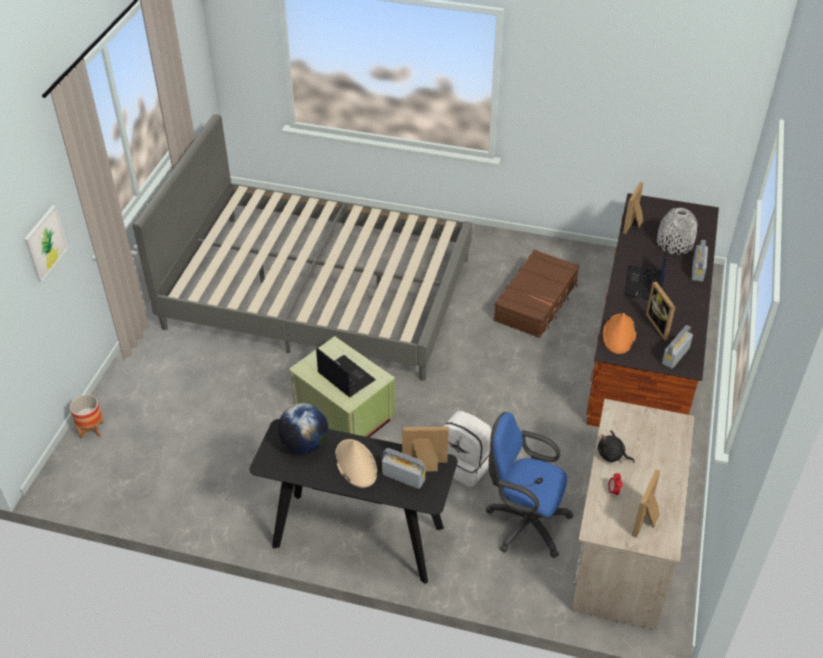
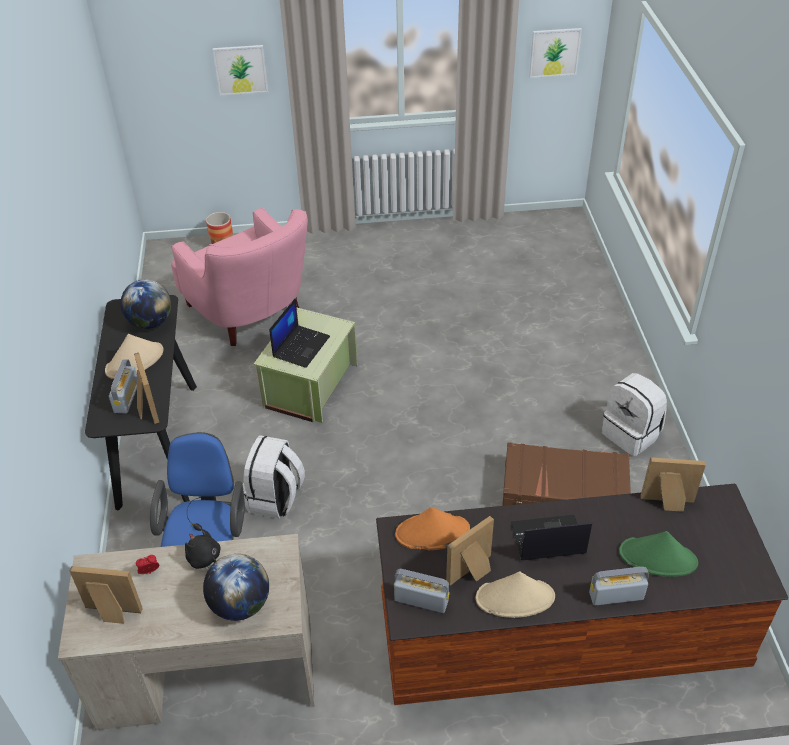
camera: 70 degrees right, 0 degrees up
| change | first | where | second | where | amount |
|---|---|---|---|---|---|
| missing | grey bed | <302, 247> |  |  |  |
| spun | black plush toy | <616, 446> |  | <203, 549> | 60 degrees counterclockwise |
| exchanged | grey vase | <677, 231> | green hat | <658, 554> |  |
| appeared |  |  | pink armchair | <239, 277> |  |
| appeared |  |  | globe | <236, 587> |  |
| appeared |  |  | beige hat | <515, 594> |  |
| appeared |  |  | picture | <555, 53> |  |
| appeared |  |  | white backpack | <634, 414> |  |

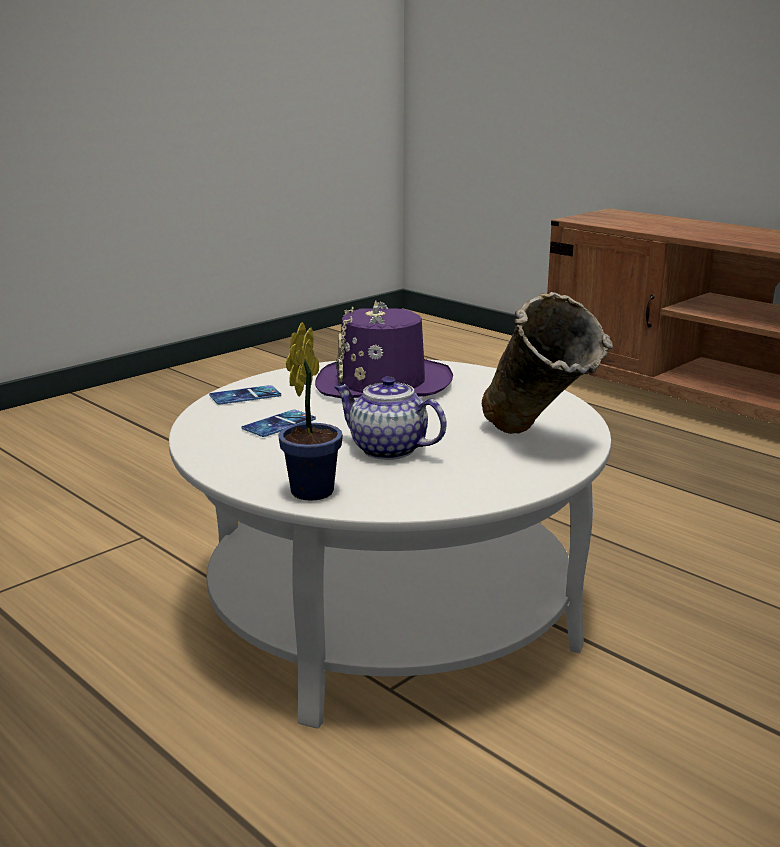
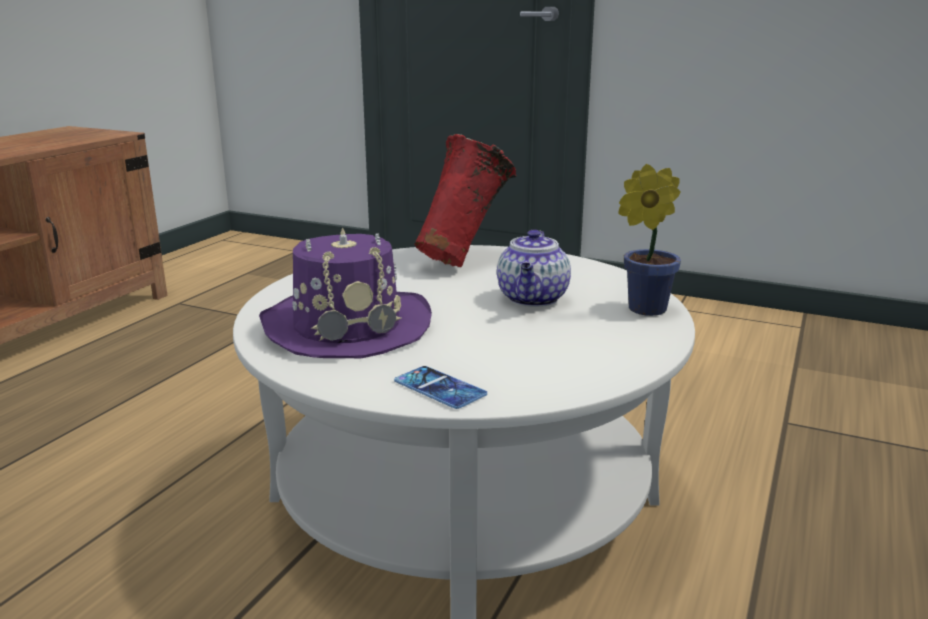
camera: 110 degrees left, 0 degrees up
| change | first | where | second | where | amount |
|---|---|---|---|---|---|
| missing | phone | <279, 423> |  |  |  |
| colour | beige vase | <547, 363> | red vase | <466, 200> |  |

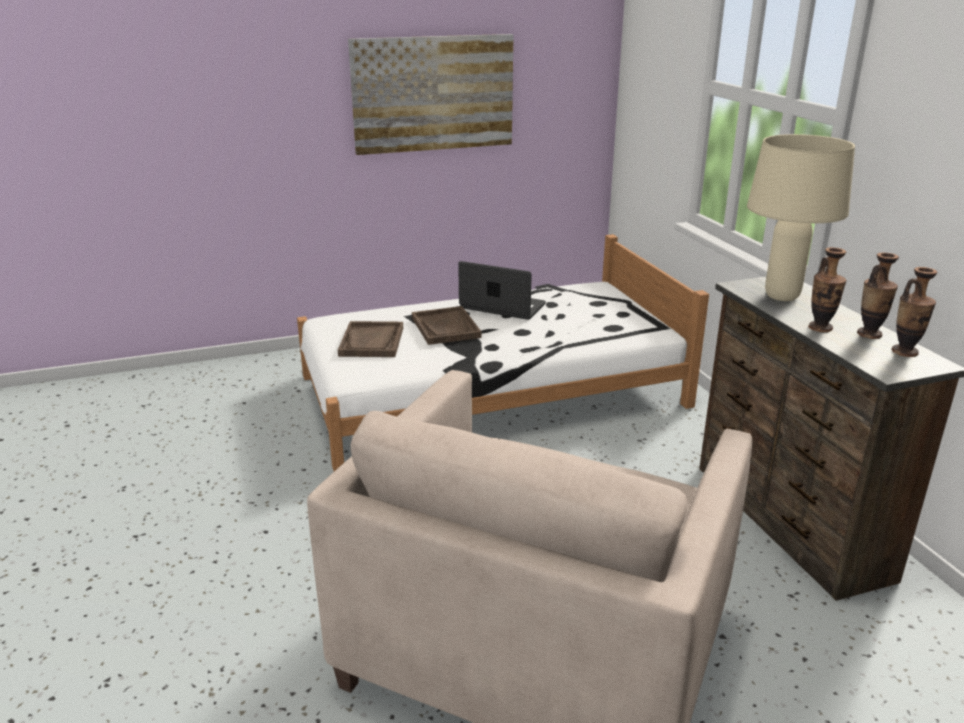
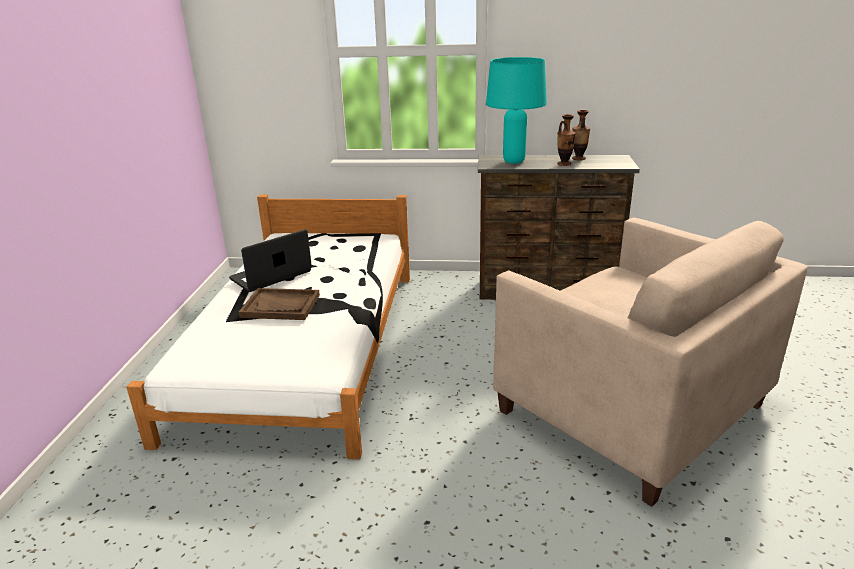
camera: 65 degrees left, 0 degrees up
| change | first | where | second | where | amount |
|---|---|---|---|---|---|
| missing | brown tray | <370, 339> |  |  |  |
| missing | picture | <431, 94> |  |  |  |
| colour | beige table lamp | <801, 217> | turquoise table lamp | <516, 110> |  |
| missing | vase | <914, 312> |  |  |  |

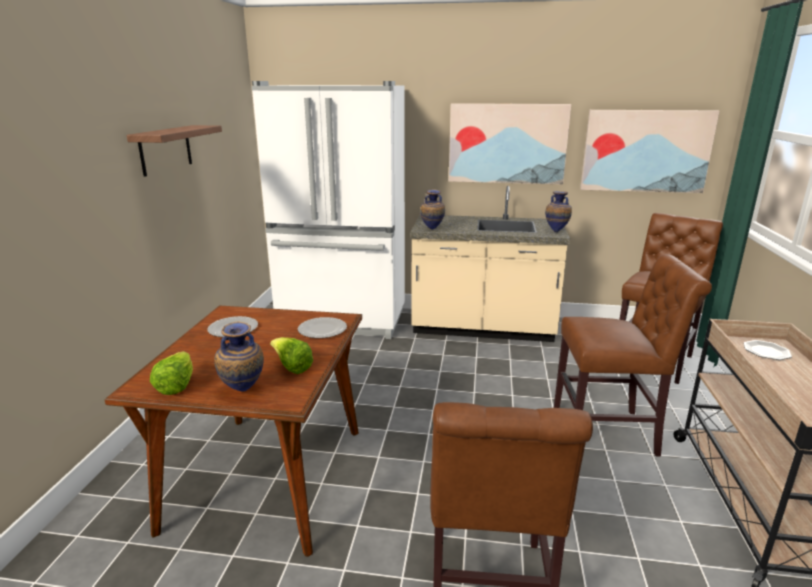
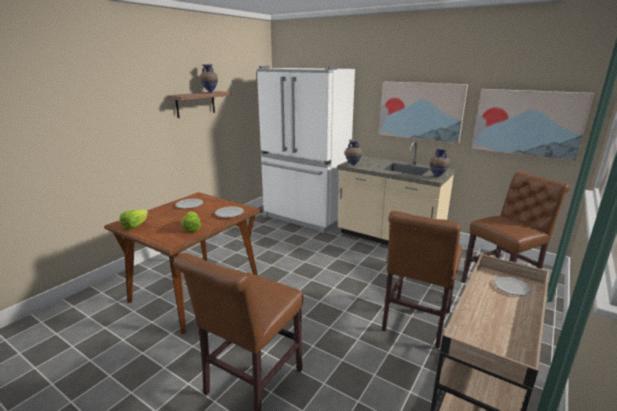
camera: 25 degrees right, 0 degrees up
| change | first | where | second | where | amount |
|---|---|---|---|---|---|
| relocated | vase | <239, 356> |  | <209, 78> |  |
| spun | brown chair | <633, 355> |  | <422, 280> | 90 degrees clockwise |

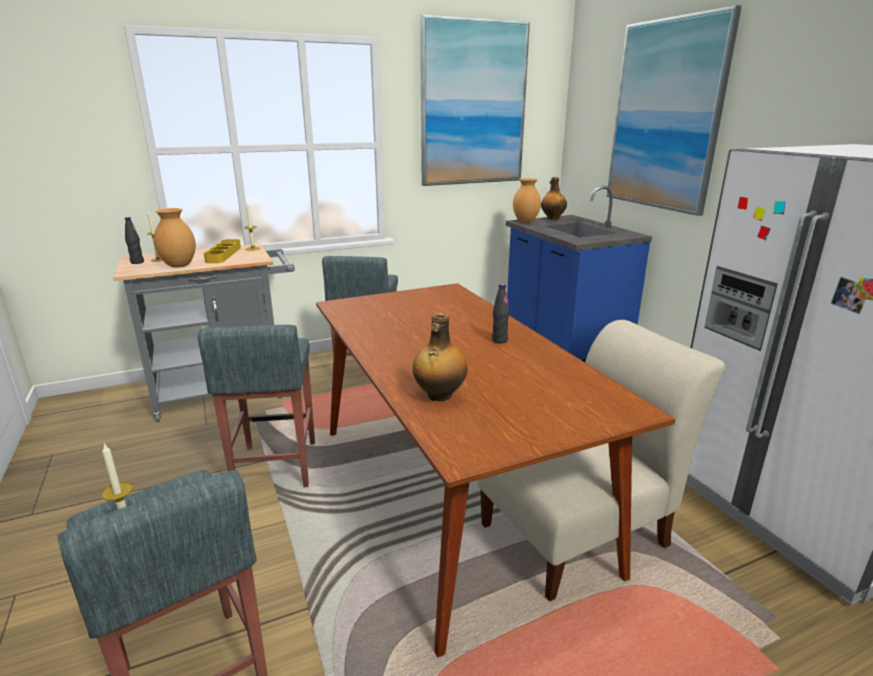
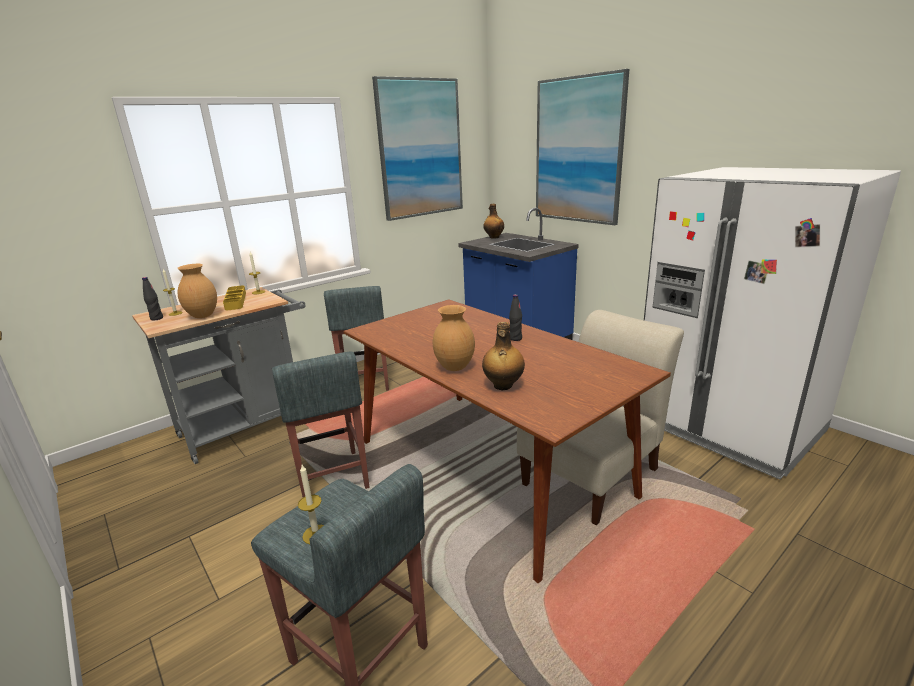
camera: 15 degrees left, 0 degrees up
| change | first | where | second | where | amount |
|---|---|---|---|---|---|
| relocated | brown vase | <527, 200> |  | <454, 338> |  |

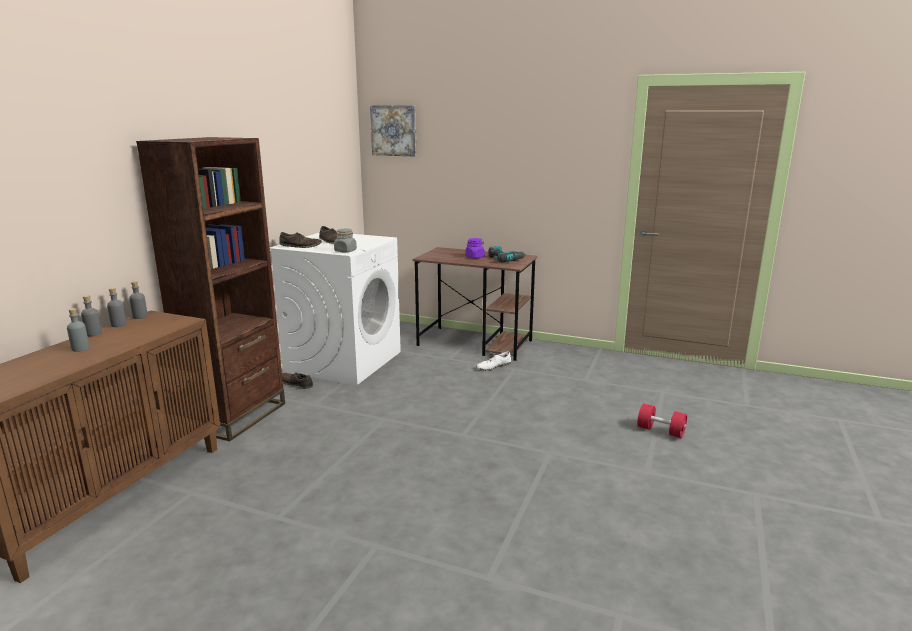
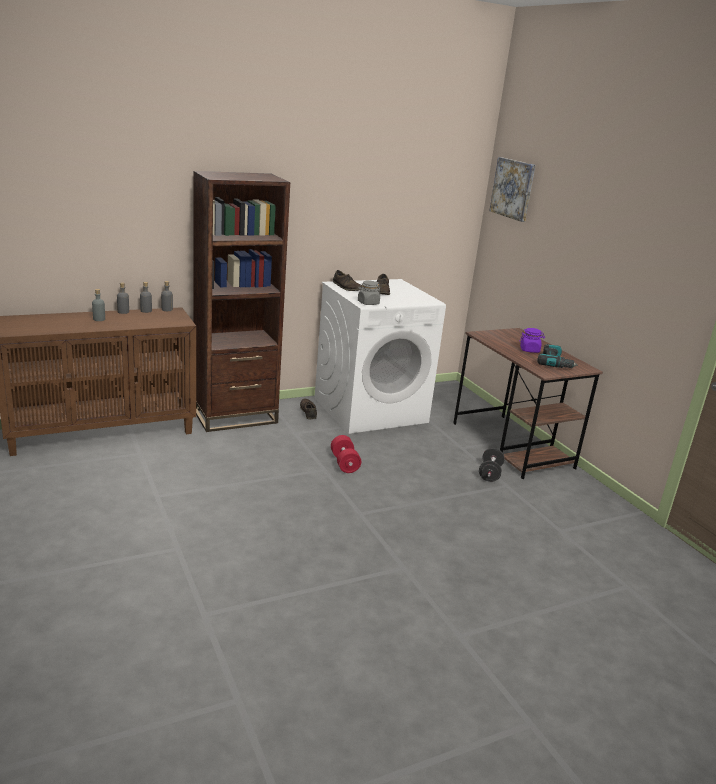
camera: 40 degrees right, 5 degrees up
| change | first | where | second | where | amount |
|---|---|---|---|---|---|
| exchanged | white shoe | <493, 361> | black dumbbell | <492, 465> |  |
| relocated | red dumbbell | <662, 421> |  | <346, 454> |  |

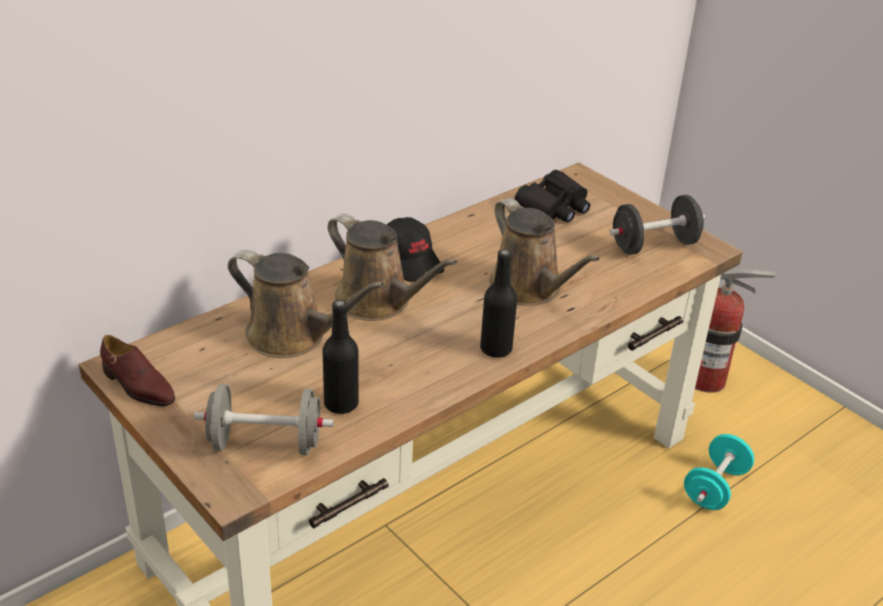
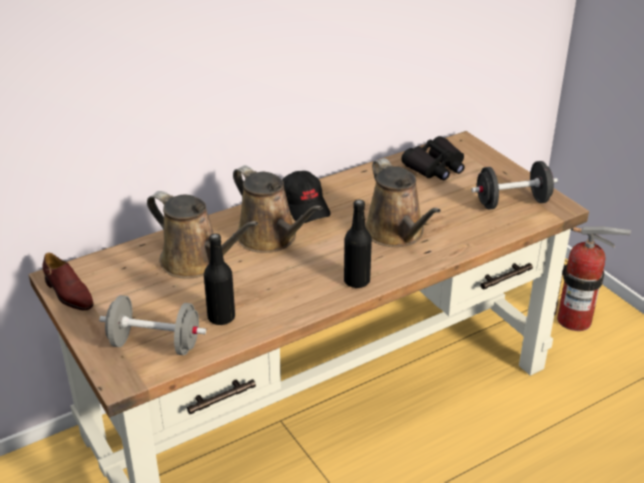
camera: 10 degrees right, 0 degrees up
| change | first | where | second | where | amount |
|---|---|---|---|---|---|
| missing | turquoise dumbbell | <719, 472> |  |  |  |

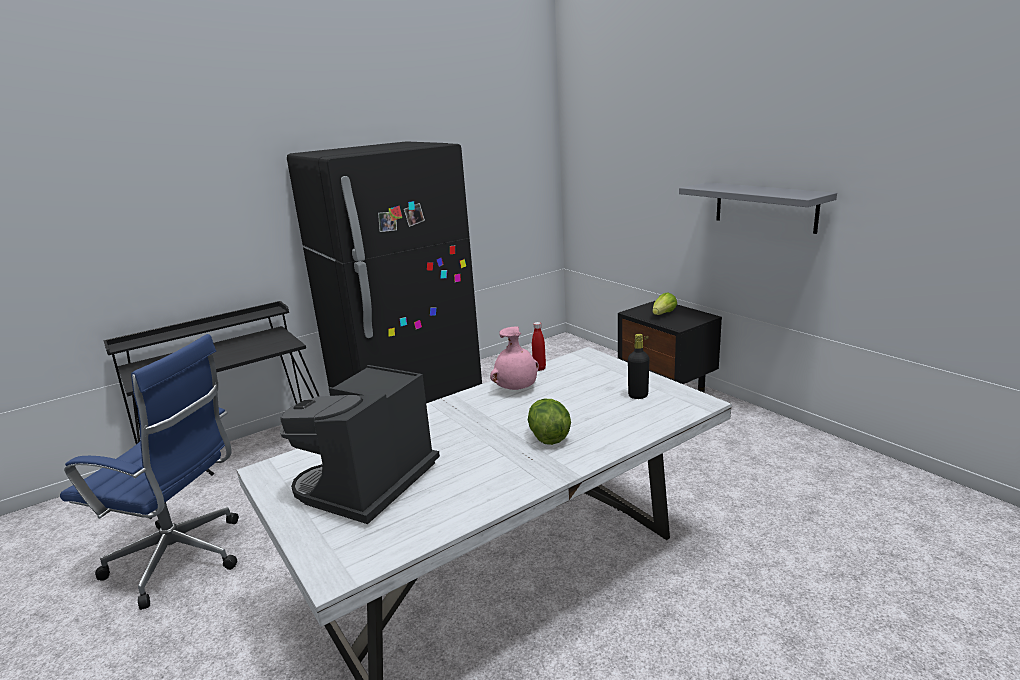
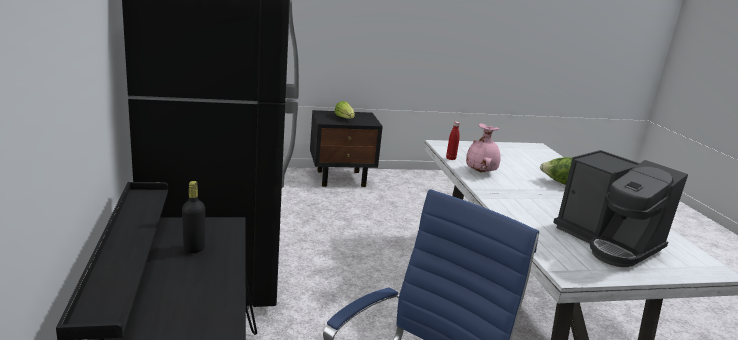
camera: 70 degrees left, 0 degrees up
| change | first | where | second | where | amount |
|---|---|---|---|---|---|
| relocated | black bottle | <639, 366> |  | <193, 217> |  |
| missing | grey shelf | <758, 208> |  |  |  |

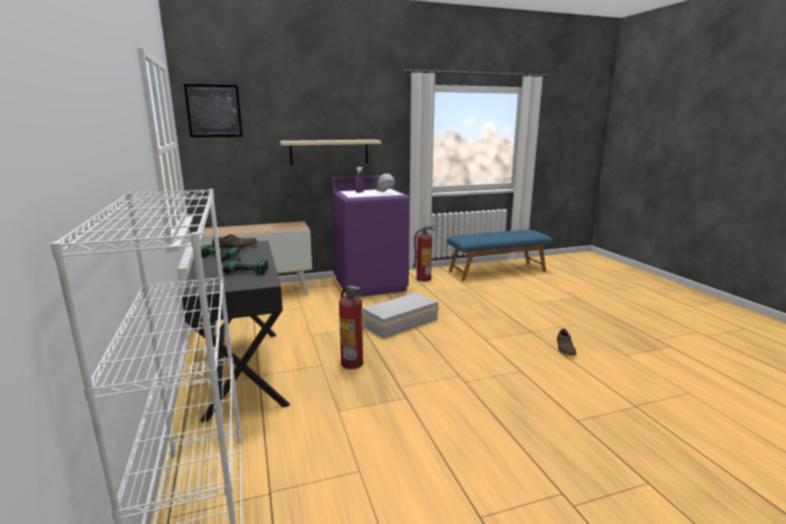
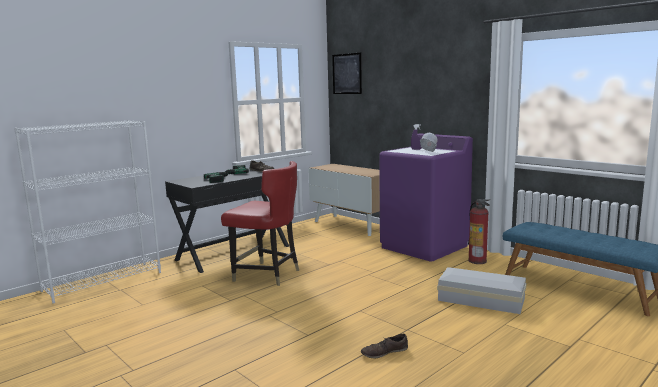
camera: 65 degrees right, 5 degrees down
| change | first | where | second | where | amount |
|---|---|---|---|---|---|
| missing | beige shelf | <330, 153> |  |  |  |
| exchanged | fire extinguisher | <351, 327> | red chair | <260, 223> |  |
| relocated | white storage box | <400, 315> |  | <482, 290> |  |

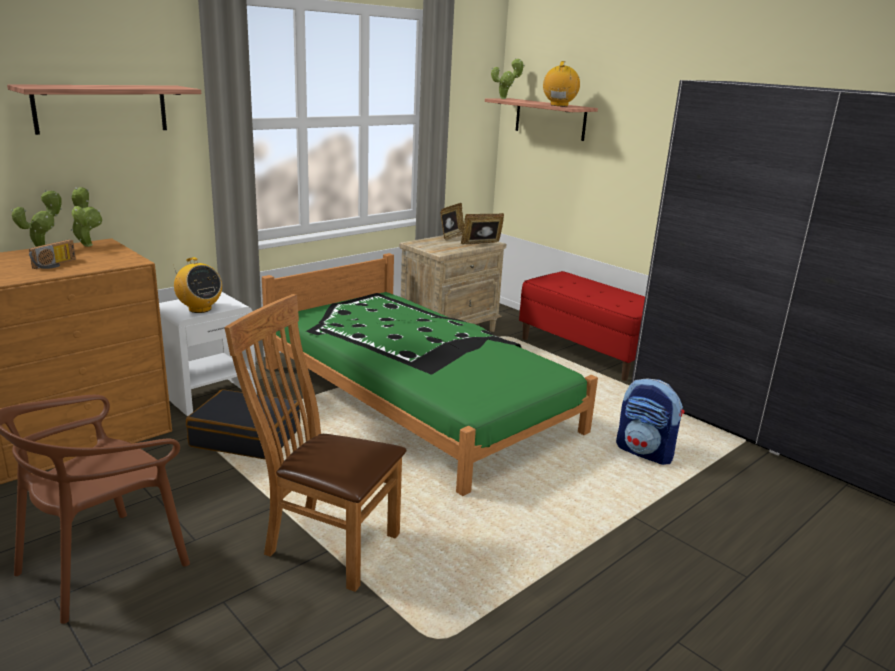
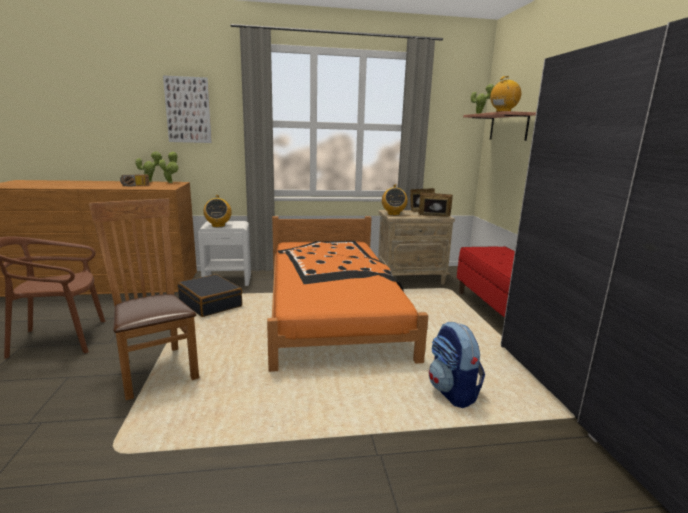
camera: 35 degrees right, 5 degrees down
| change | first | where | second | where | amount |
|---|---|---|---|---|---|
| exchanged | shelf | <104, 109> | picture | <187, 109> |  |
| colour | green bed | <430, 374> | orange bed | <348, 294> |  |
| appeared |  |  | radio | <395, 199> |  |

